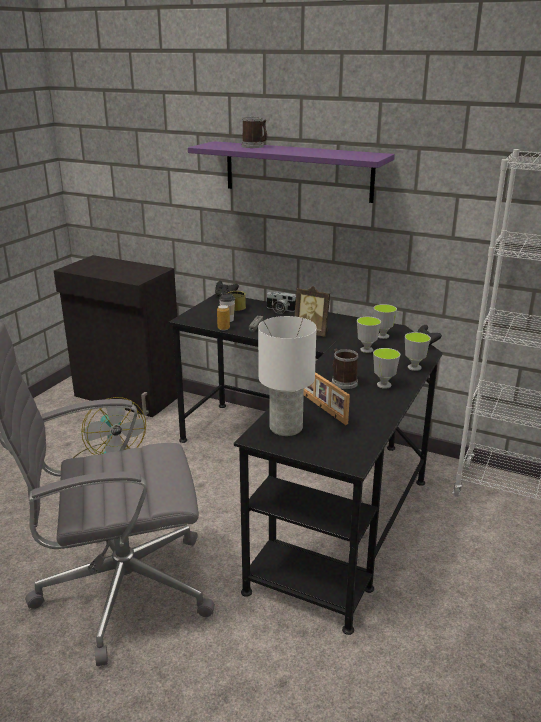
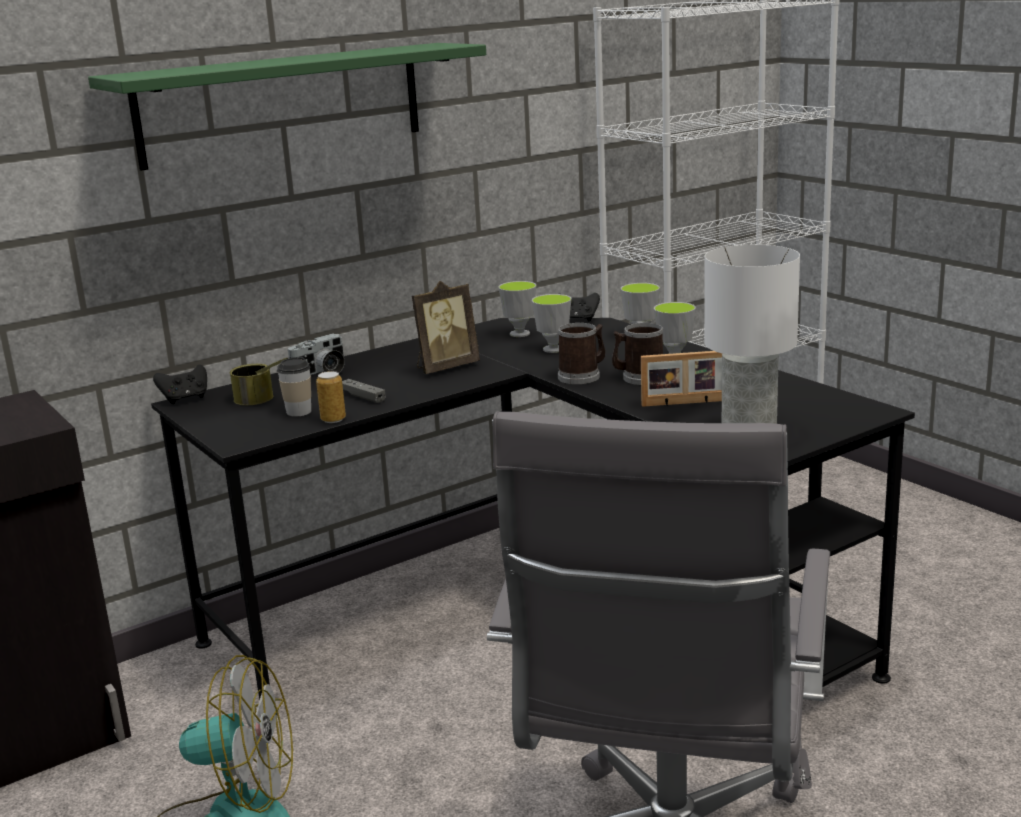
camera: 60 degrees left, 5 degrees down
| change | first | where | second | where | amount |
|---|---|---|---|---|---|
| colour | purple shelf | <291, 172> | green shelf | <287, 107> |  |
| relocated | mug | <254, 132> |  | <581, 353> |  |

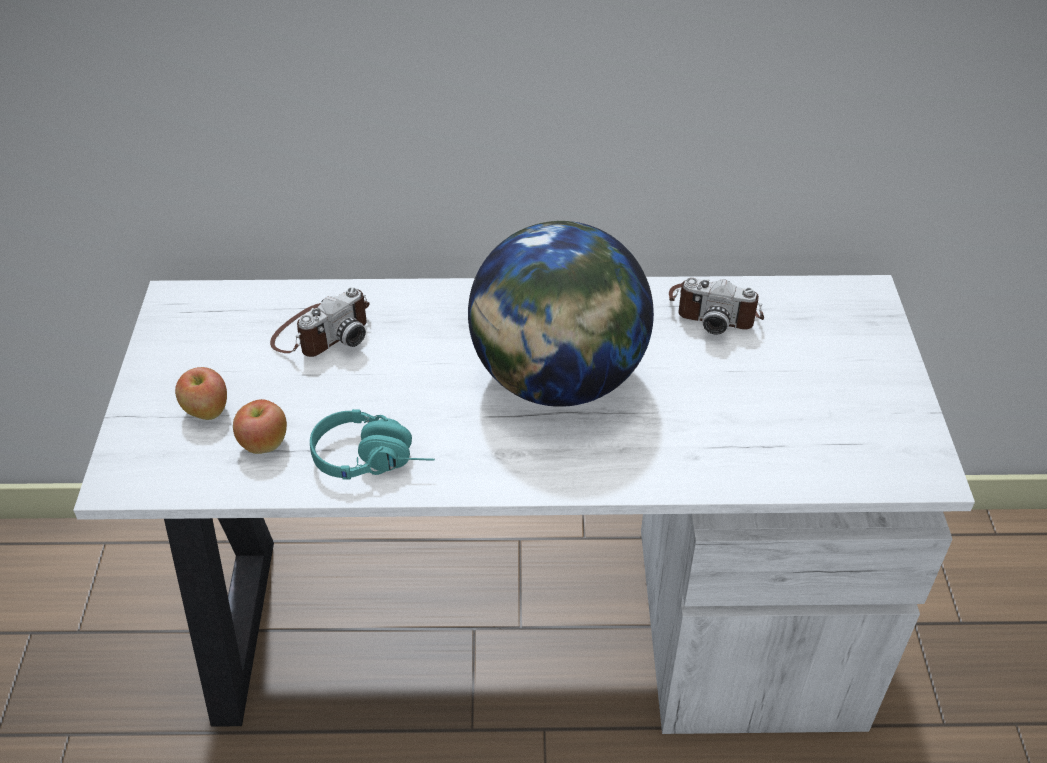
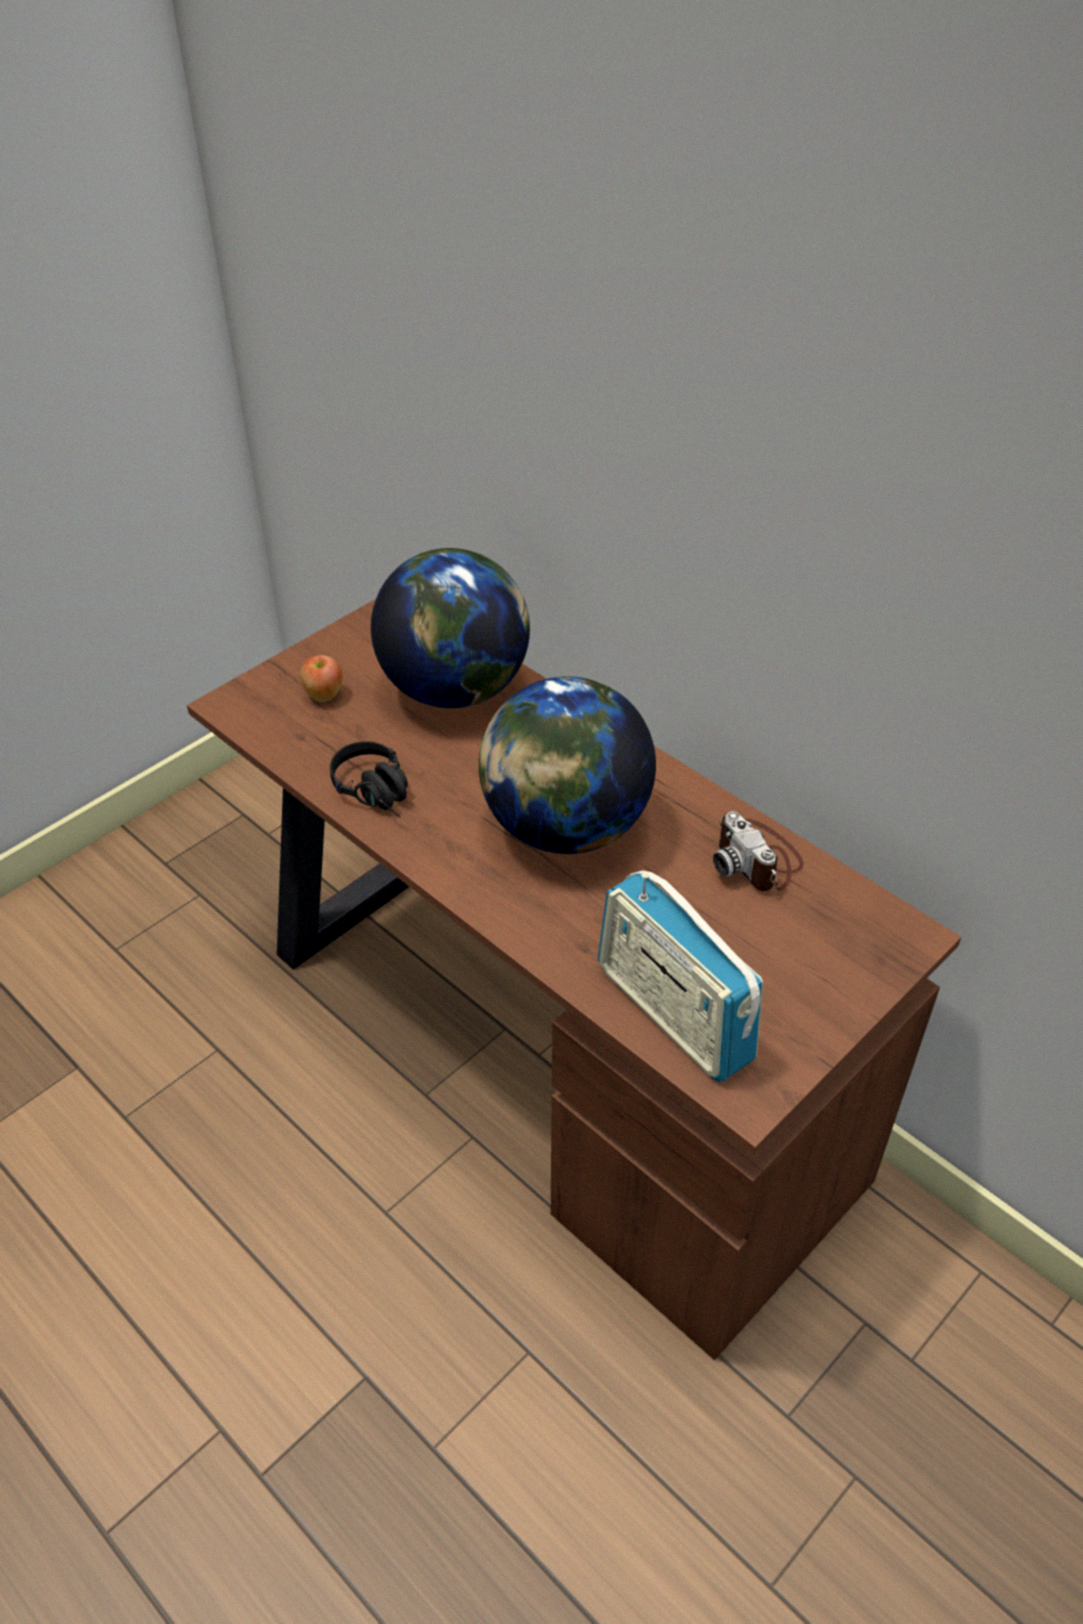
camera: 45 degrees right, 0 degrees up
| change | first | where | second | where | amount |
|---|---|---|---|---|---|
| colour | white desk | <524, 504> | brown desk | <574, 979> |  |
| missing | apple | <260, 426> |  |  |  |
| exchanged | photo camera | <320, 322> | globe | <450, 628> |  |
| colour | turquoise headphones | <372, 444> | black headphones | <369, 779> |  |
| appeared |  |  | radio | <680, 976> |  |

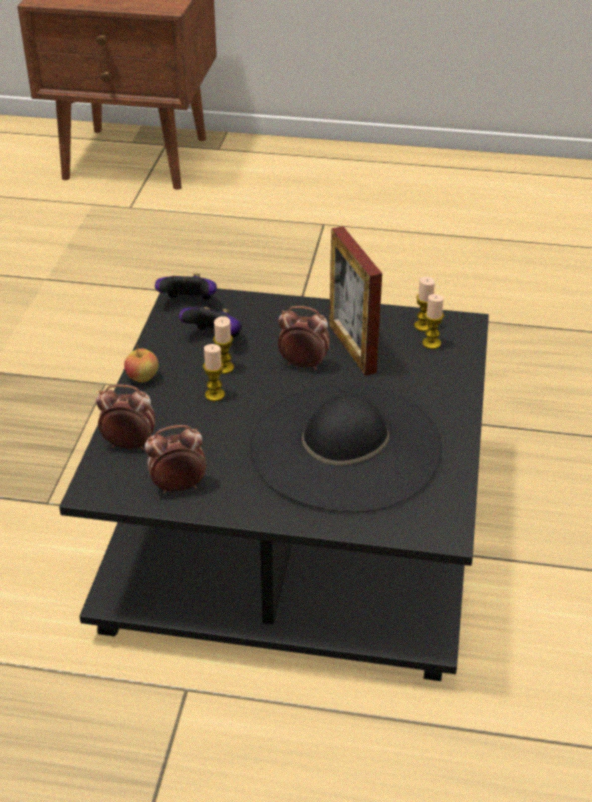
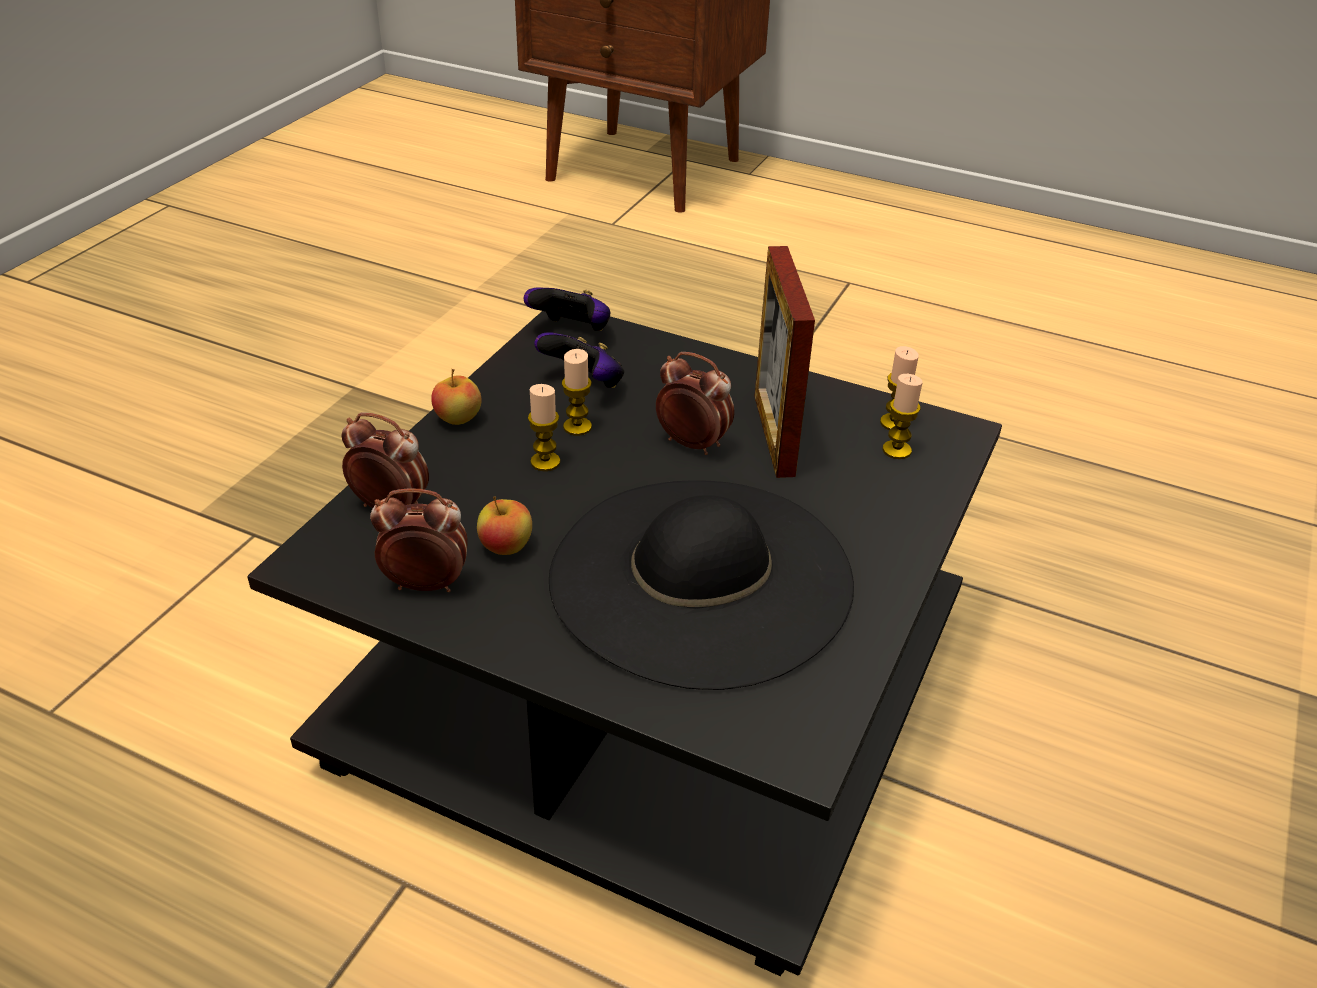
camera: 15 degrees right, 0 degrees up
| change | first | where | second | where | amount |
|---|---|---|---|---|---|
| appeared |  |  | apple | <504, 526> |  |

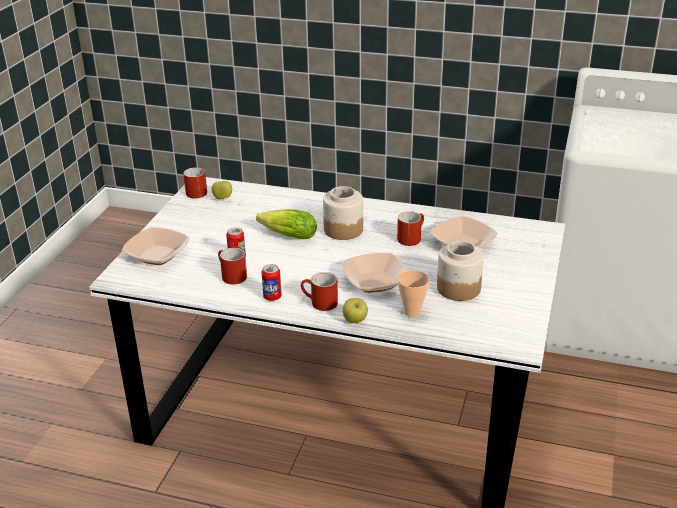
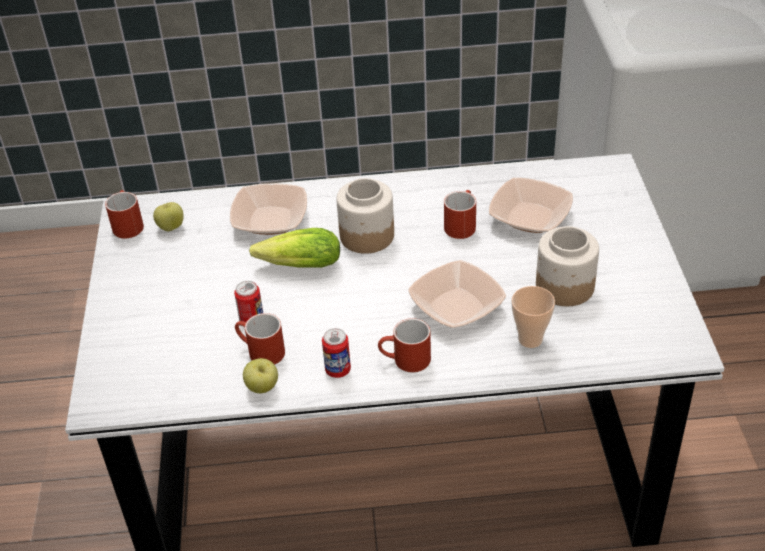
camera: 20 degrees left, 10 degrees up
| change | first | where | second | where | amount |
|---|---|---|---|---|---|
| relocated | bowl | <156, 246> |  | <268, 209> |  |
| relocated | apple | <355, 310> |  | <260, 375> |  |

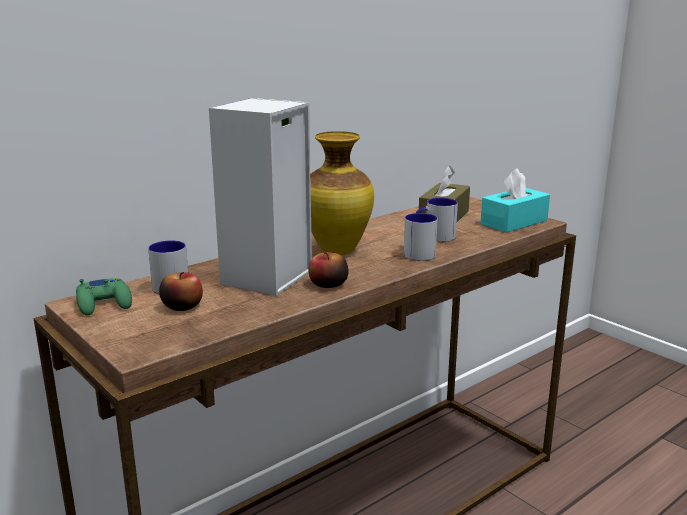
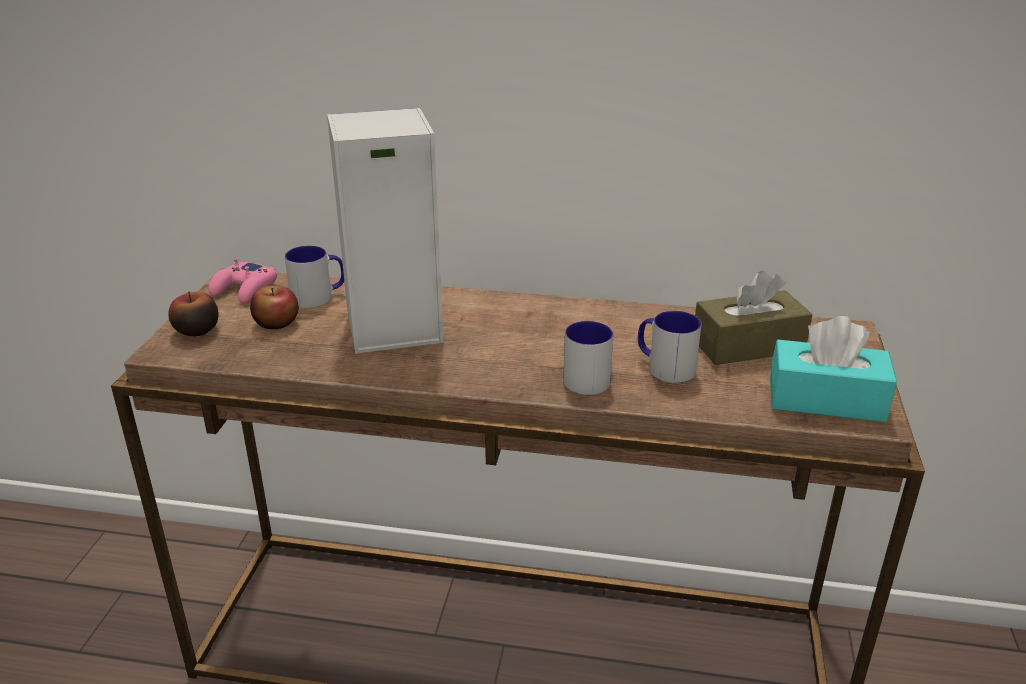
camera: 50 degrees right, 10 degrees up
| change | first | where | second | where | amount |
|---|---|---|---|---|---|
| colour | green game controller | <104, 297> | pink game controller | <242, 281> |  |
| relocated | apple | <329, 270> |  | <193, 313> |  |
| missing | vase | <342, 193> |  |  |  |

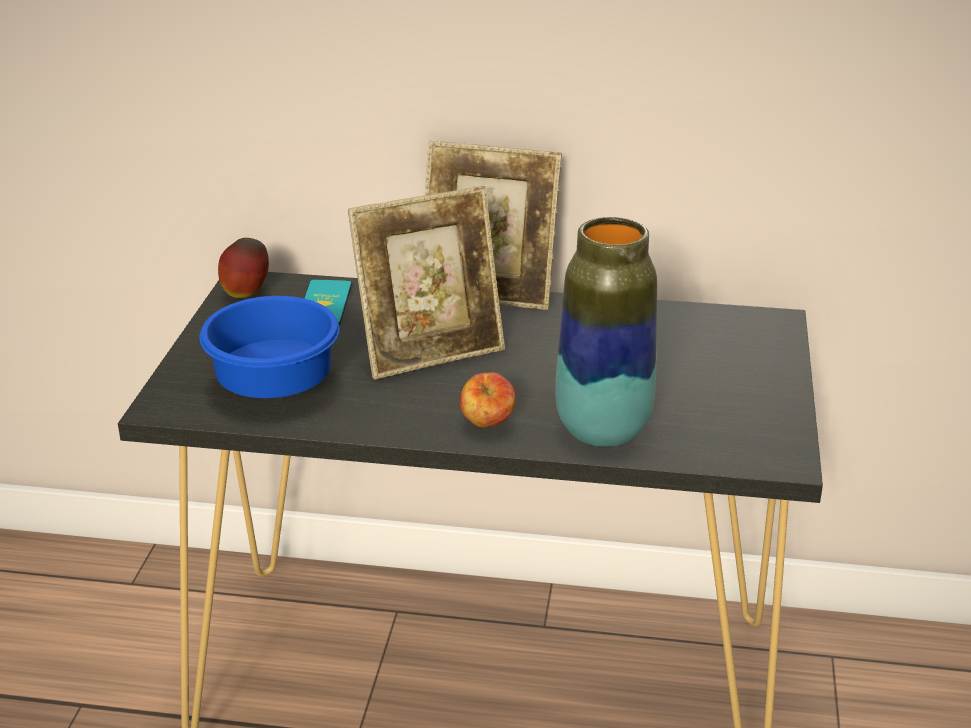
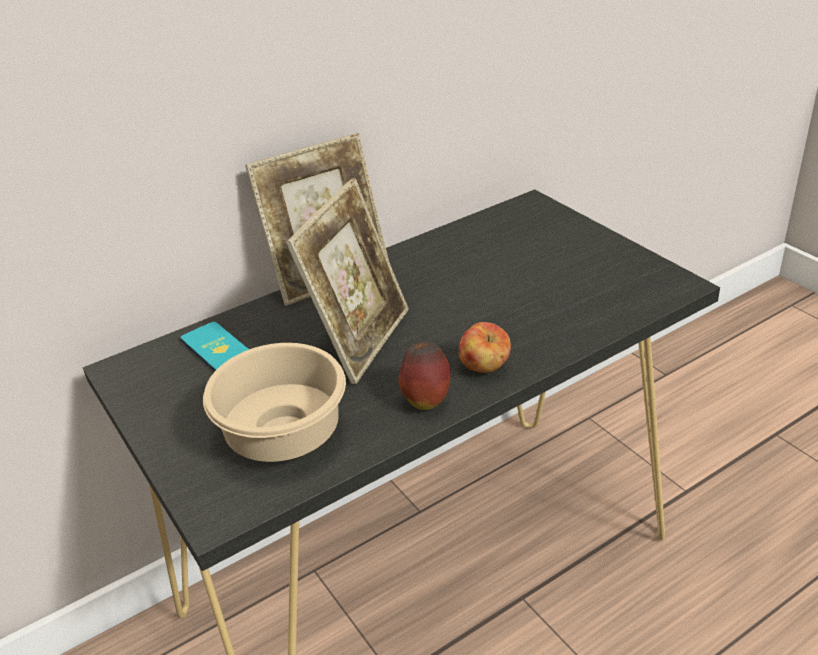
camera: 40 degrees left, 5 degrees up
| change | first | where | second | where | amount |
|---|---|---|---|---|---|
| colour | blue bowl | <269, 347> | beige bowl | <274, 402> |  |
| relocated | apple | <243, 268> |  | <424, 375> |  |
| missing | vase | <606, 332> |  |  |  |

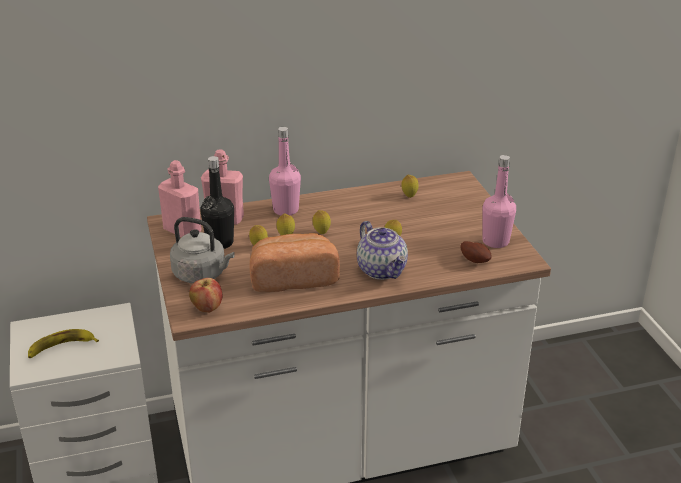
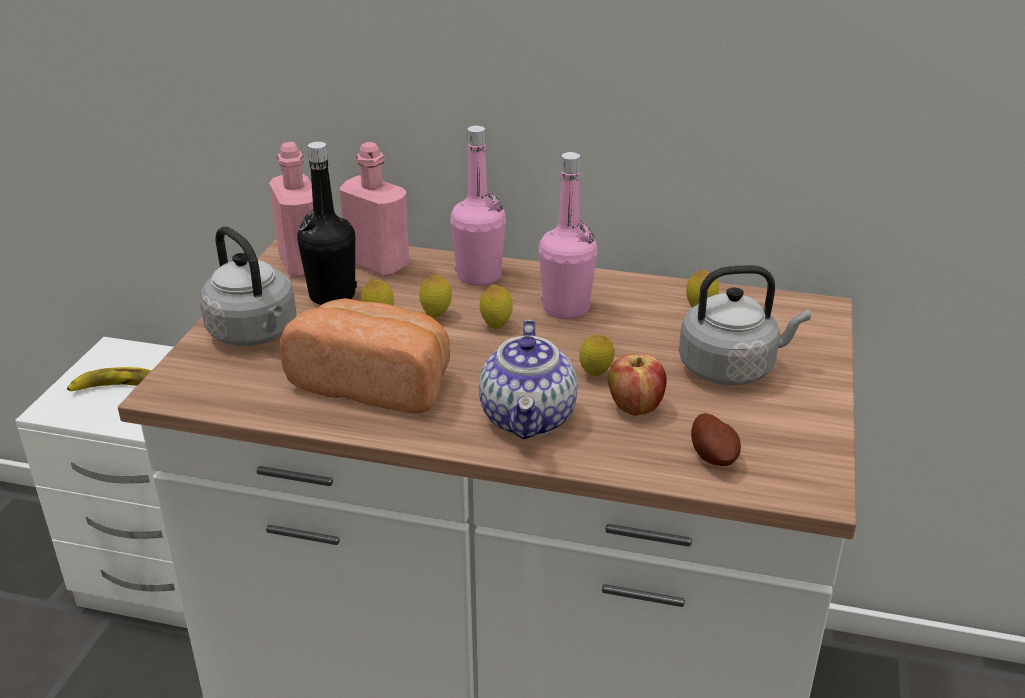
camera: 30 degrees right, 0 degrees up
| change | first | where | second | where | amount |
|---|---|---|---|---|---|
| relocated | apple | <206, 295> |  | <637, 385> |  |
| relocated | pink bottle | <499, 201> |  | <568, 235> |  |
| appeared |  |  | grey kettle | <745, 325> |  |

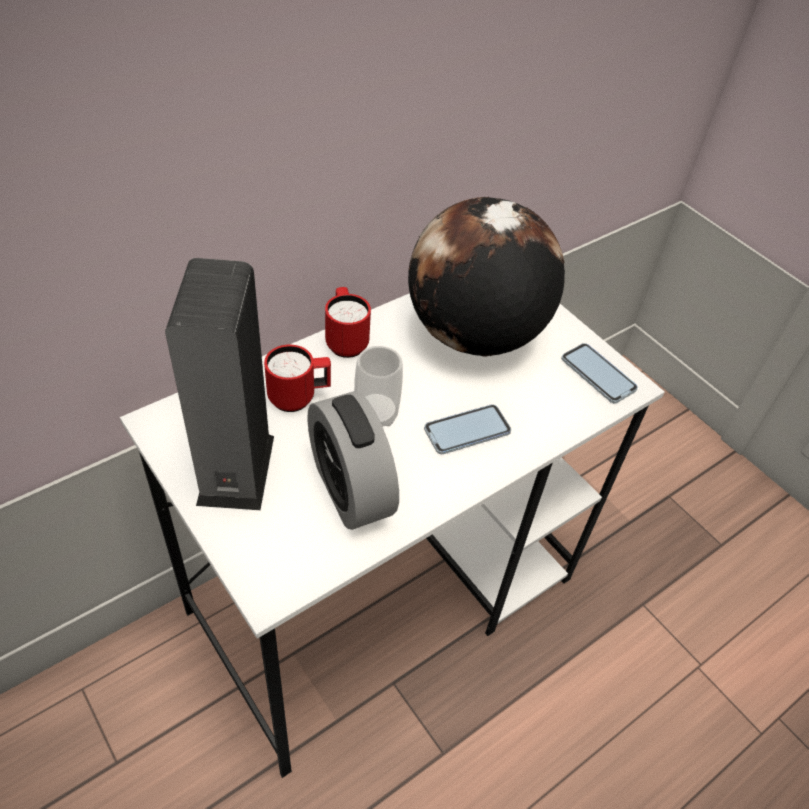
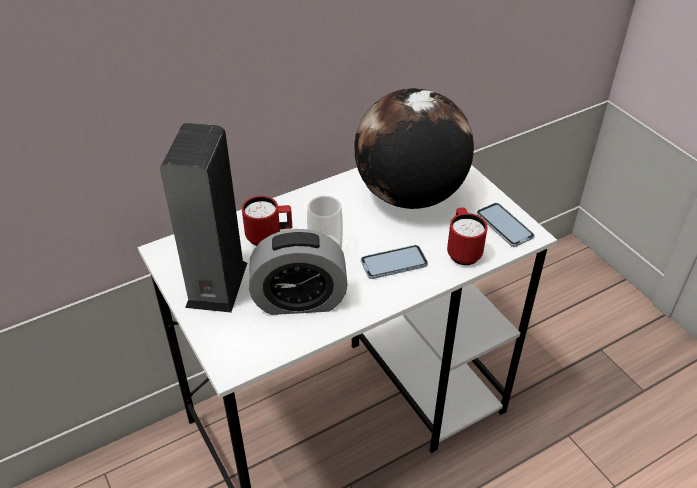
camera: 10 degrees right, 5 degrees down
| change | first | where | second | where | amount |
|---|---|---|---|---|---|
| spun | alarm clock | <353, 460> |  | <298, 272> | 75 degrees counterclockwise |
| relocated | red mug | <348, 322> |  | <467, 236> |  |

